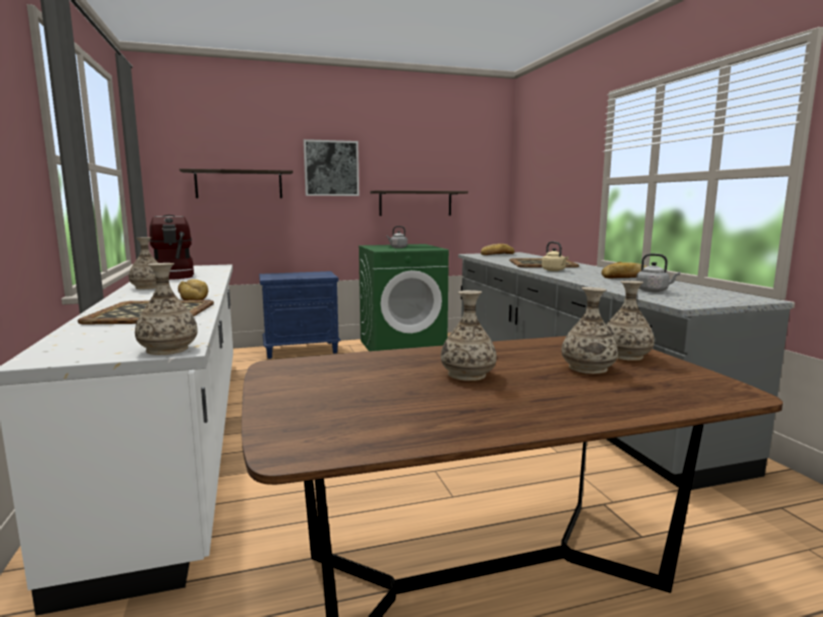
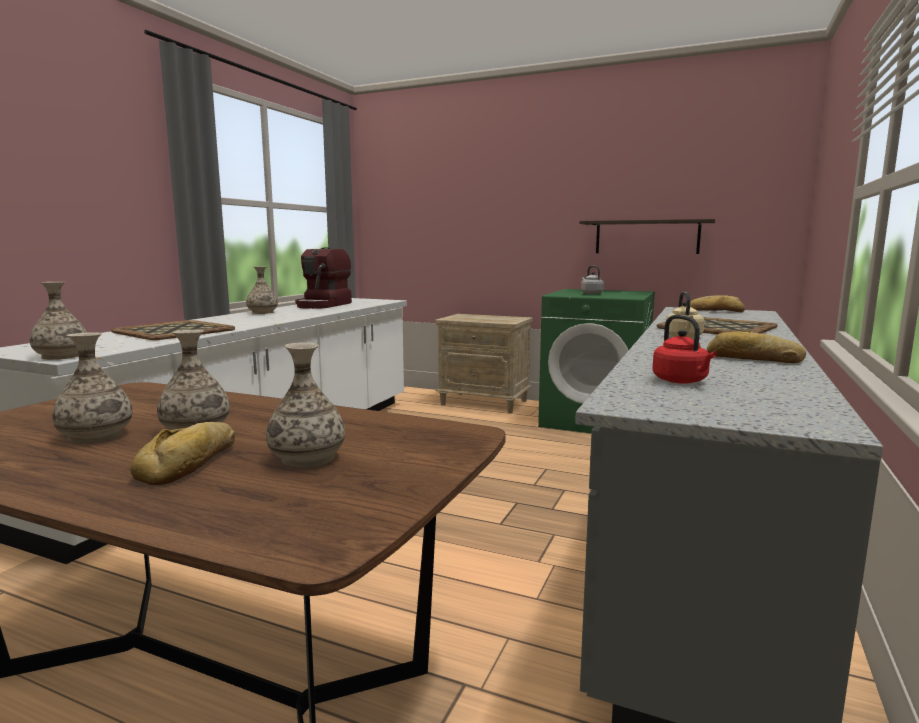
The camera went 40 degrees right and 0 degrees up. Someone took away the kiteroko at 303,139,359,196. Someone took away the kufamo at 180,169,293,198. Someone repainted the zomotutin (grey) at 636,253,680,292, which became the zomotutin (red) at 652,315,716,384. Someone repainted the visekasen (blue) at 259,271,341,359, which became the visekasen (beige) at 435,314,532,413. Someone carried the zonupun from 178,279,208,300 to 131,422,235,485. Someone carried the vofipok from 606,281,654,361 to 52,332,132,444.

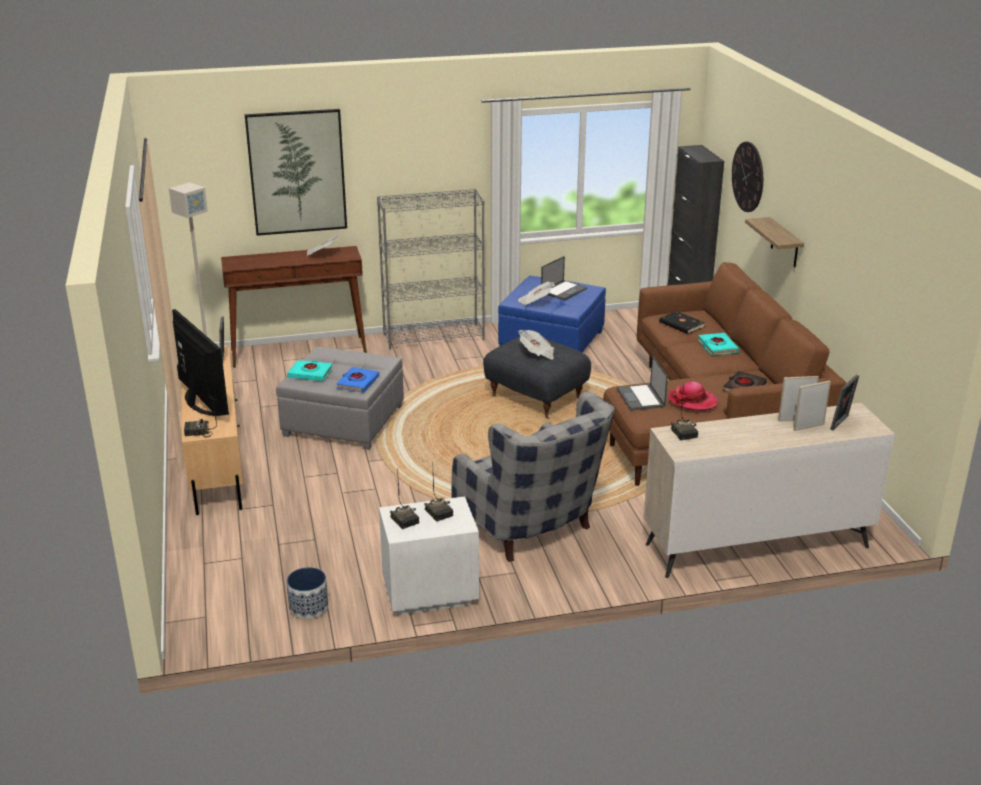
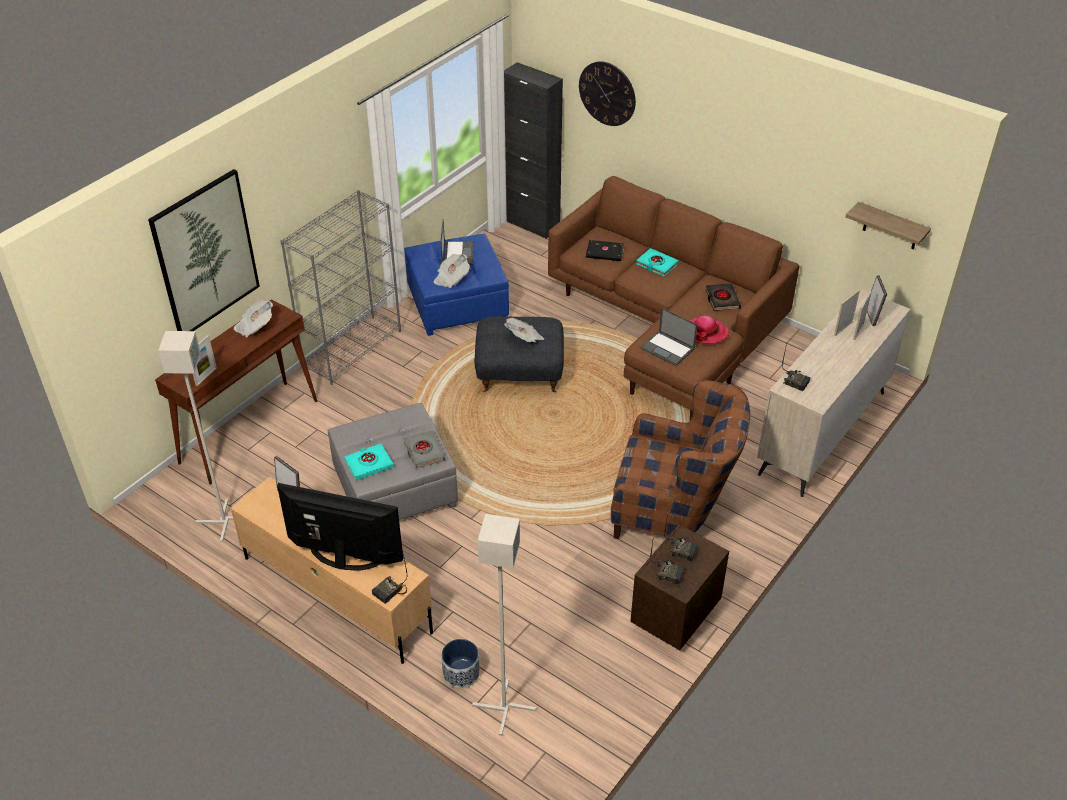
The camera went 40 degrees left and 15 degrees up. Someone carried the kufamo from 745,217,804,267 to 846,202,931,250. Someone repainted the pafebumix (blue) at 336,367,379,393, which became the pafebumix (grey) at 403,430,445,468. Someone repainted the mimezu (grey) at 451,392,614,562, which became the mimezu (brown) at 611,380,751,539. Someone repainted the visekasen (white) at 379,496,479,615, which became the visekasen (brown) at 630,524,729,650. Someone carried the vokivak from 286,567,328,619 to 441,639,480,688. Someone put down the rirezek at 193,335,217,386. Someone put down the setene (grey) at 472,514,536,736.

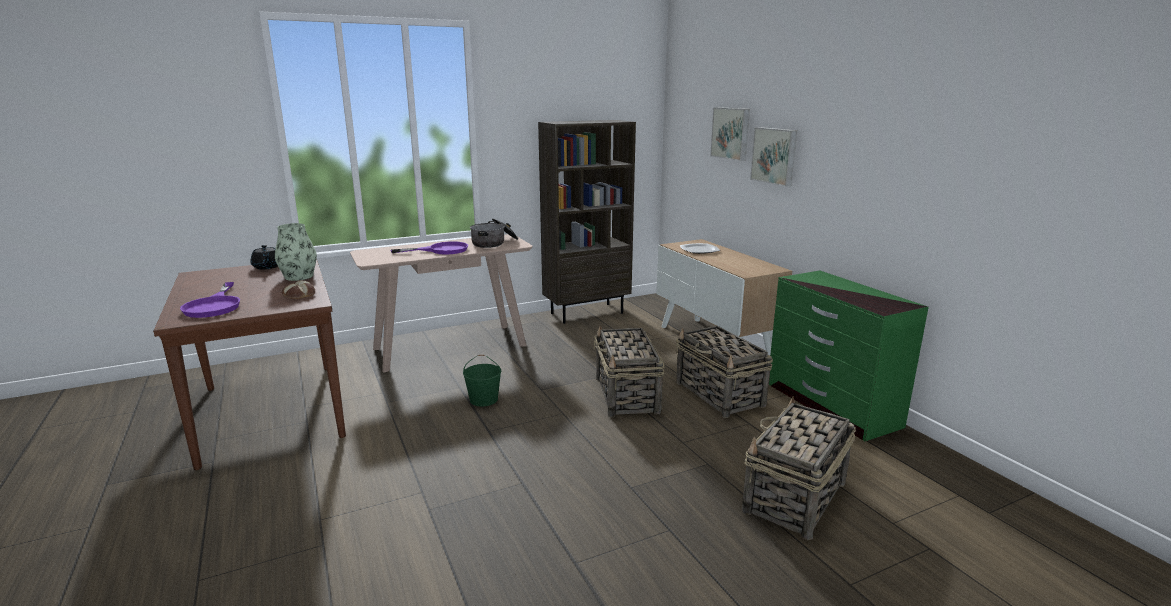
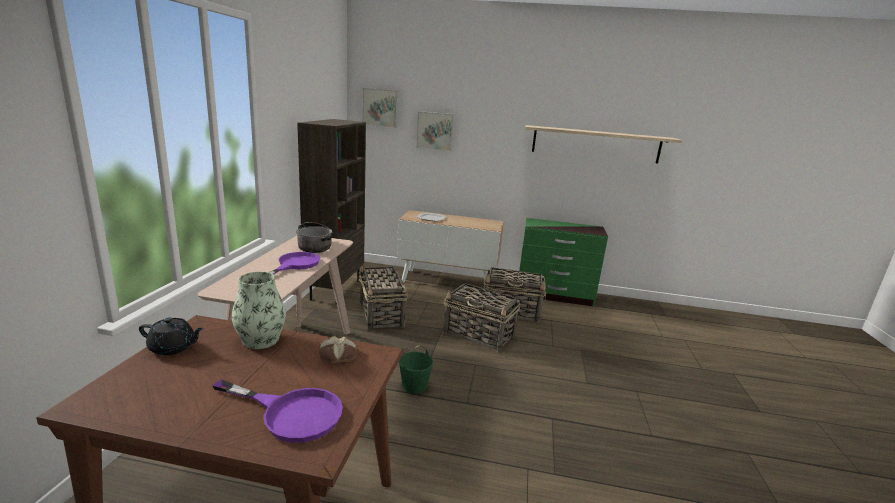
The camera went 55 degrees left and 0 degrees up. Someone carried the kiteroko from 750,127,797,187 to 362,88,398,128. Someone carried the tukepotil from 742,396,856,540 to 358,264,408,330. Someone put up the kufamo at 525,125,682,163.

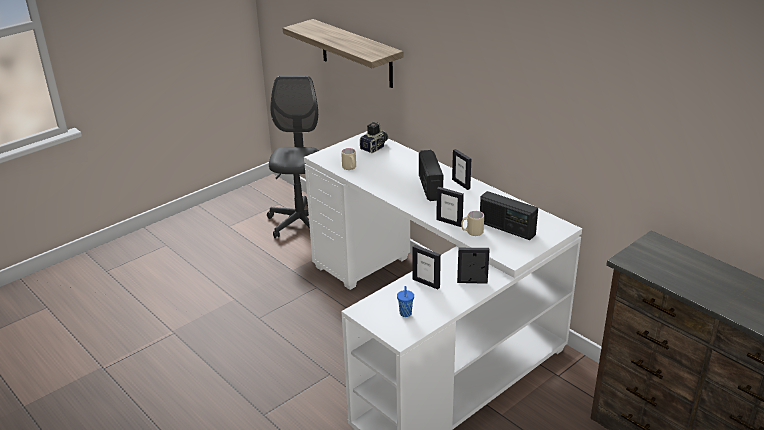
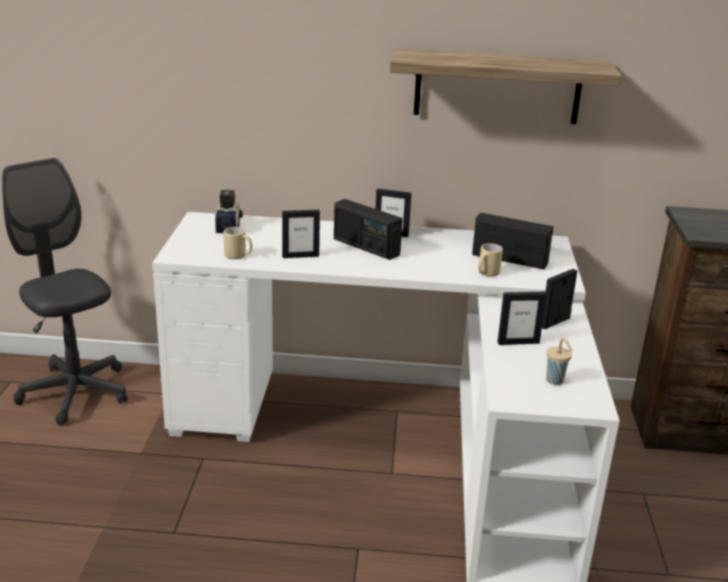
The camera went 45 degrees left and 5 degrees down. Someone carried the kufamo from 283,19,403,88 to 390,49,622,124. Someone carried the rirezek from 436,187,464,227 to 282,210,320,258. Someone rotated the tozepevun at 480,191,538,240 by 150 degrees counterclockwise. Someone repainted the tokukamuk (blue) at 397,286,414,317, which became the tokukamuk (beige) at 546,338,573,385.

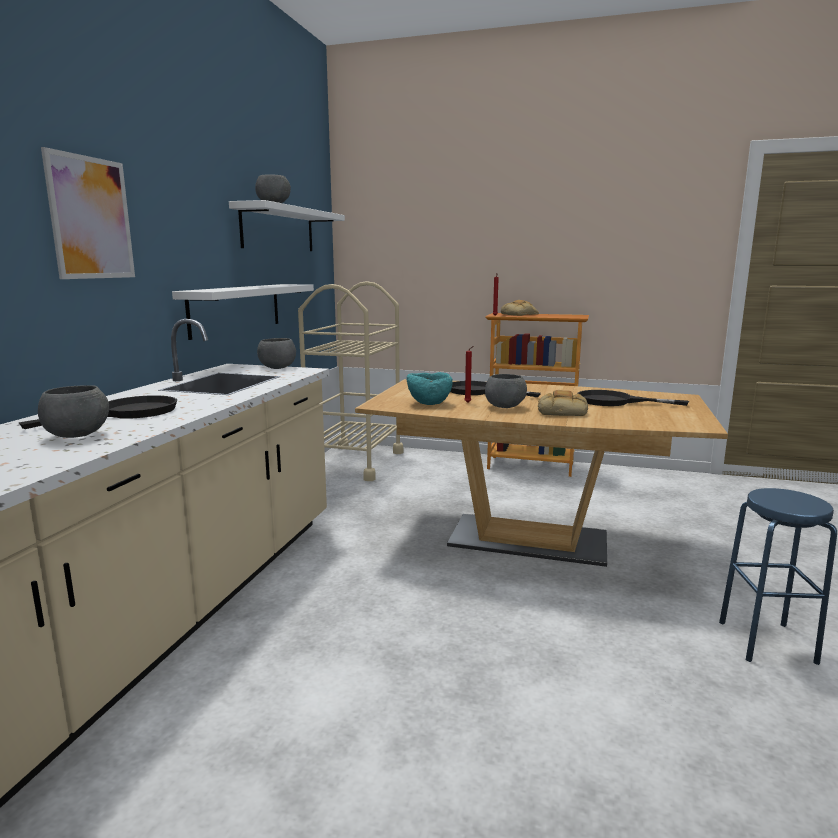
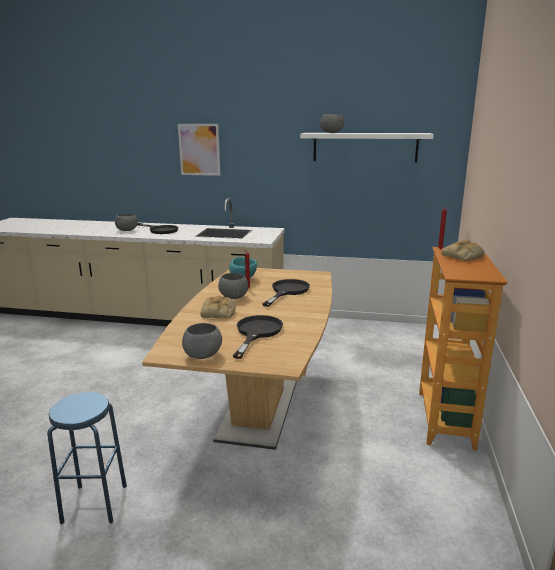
The camera went 85 degrees right and 5 degrees up. Someone took away the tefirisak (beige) at 298,281,403,481. Someone took away the kufamo (white) at 172,284,314,340. Someone carried the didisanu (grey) from 257,338,296,369 to 182,323,222,359.

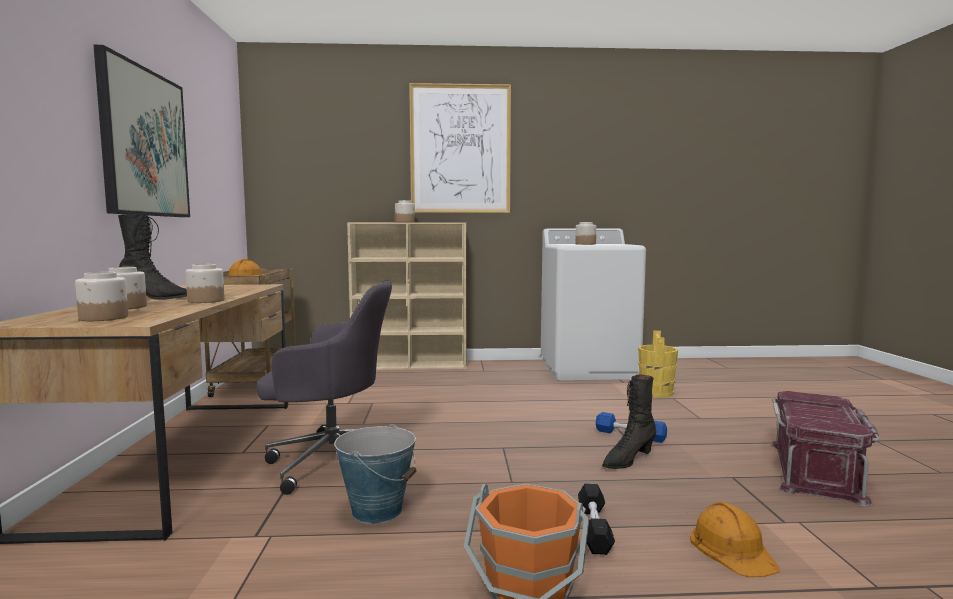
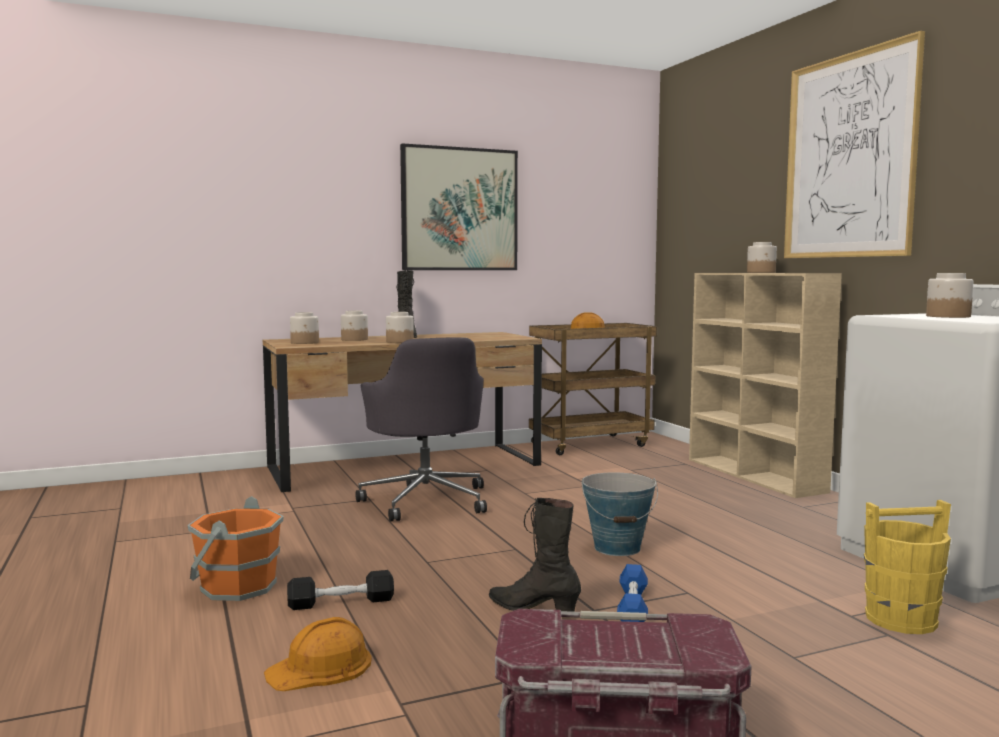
The camera went 70 degrees right and 0 degrees up. Someone carried the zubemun from 334,424,416,524 to 581,473,658,556.

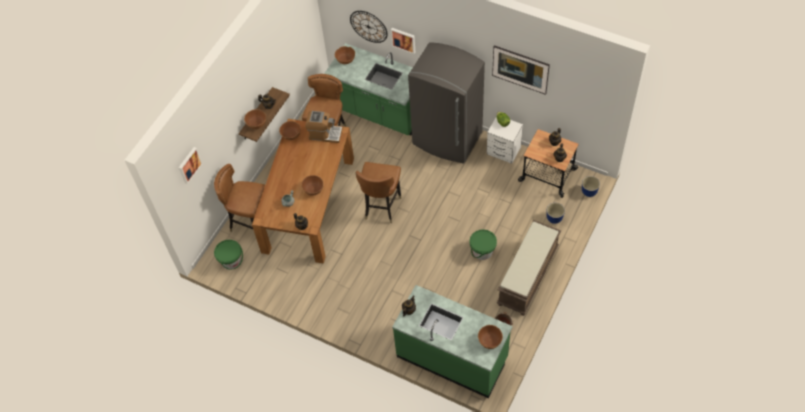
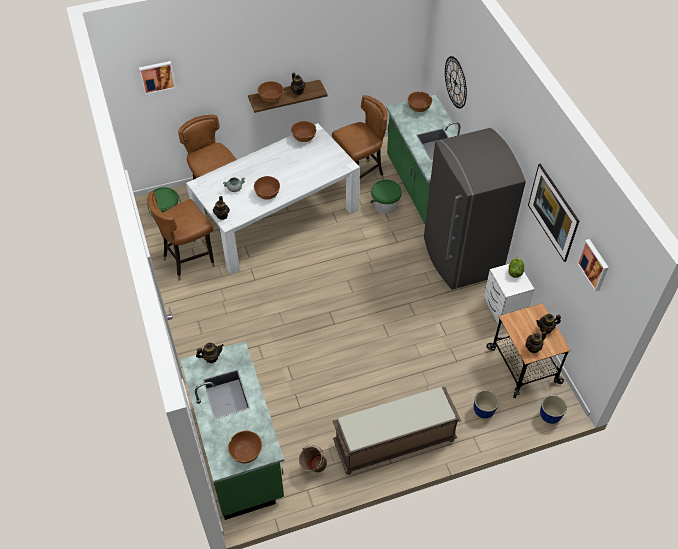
The camera went 40 degrees right and 5 degrees down. Someone carried the kiteroko from 391,28,415,54 to 577,239,609,292. Someone took away the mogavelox at 305,111,343,143. Someone repainted the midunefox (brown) at 252,119,354,264, which became the midunefox (white) at 186,123,360,275. Someone carried the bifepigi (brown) from 356,162,401,223 to 148,191,215,281. Someone carried the zubemun (green) from 470,229,497,260 to 370,180,402,214.

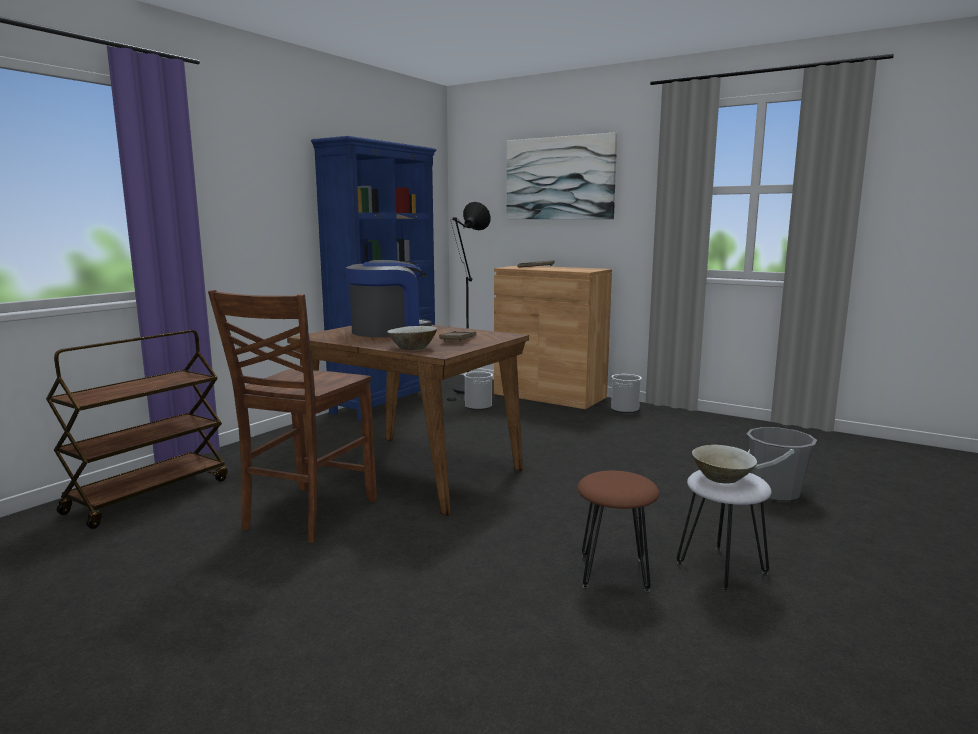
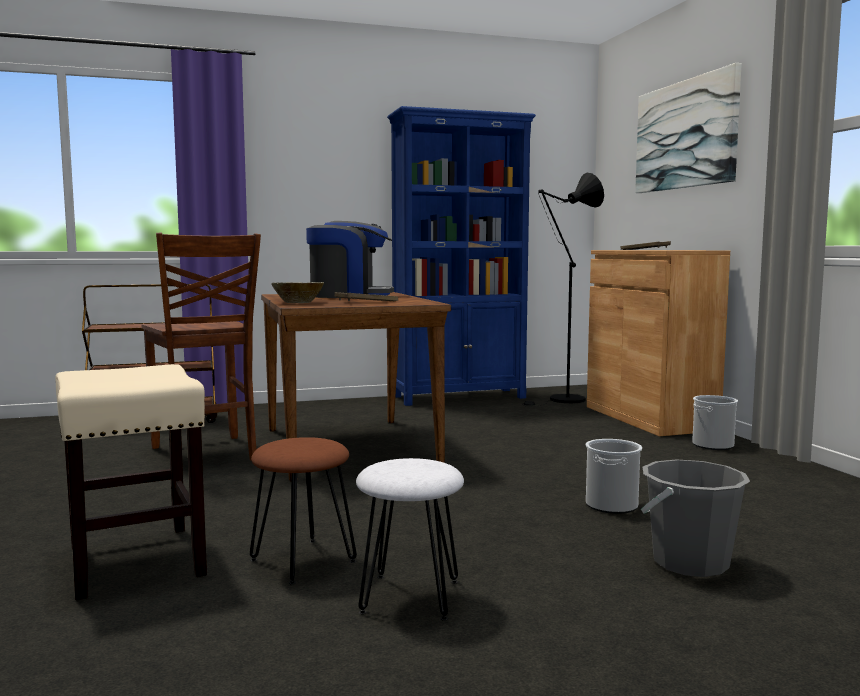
The camera went 40 degrees right and 5 degrees down. Someone rotated the bifepigi (brown) at 208,290,377,543 by 90 degrees counterclockwise. Someone carried the zubemun from 464,371,493,410 to 586,439,642,514. Someone took away the didisanu (beige) at 692,445,757,484. Someone put down the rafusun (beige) at 55,364,207,600.

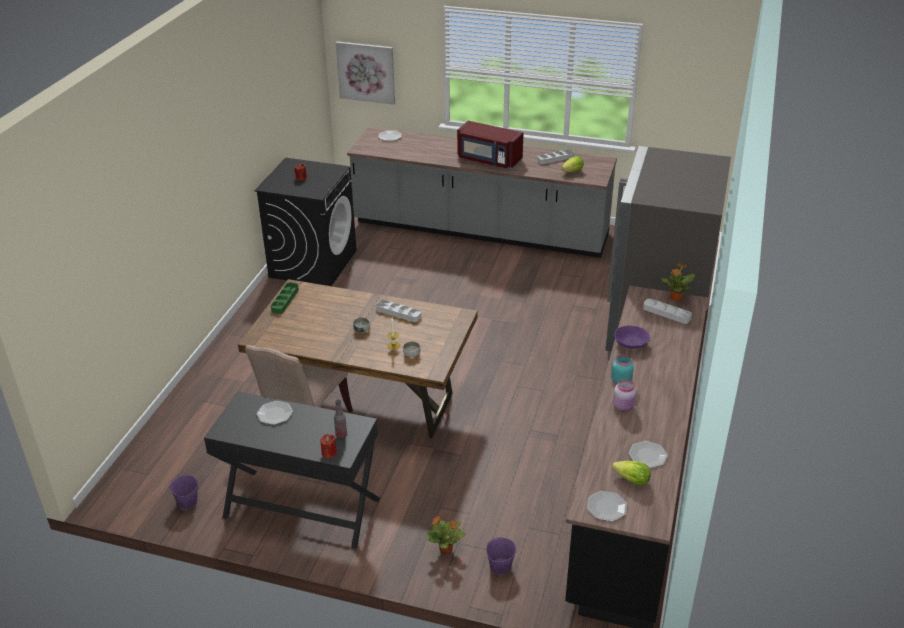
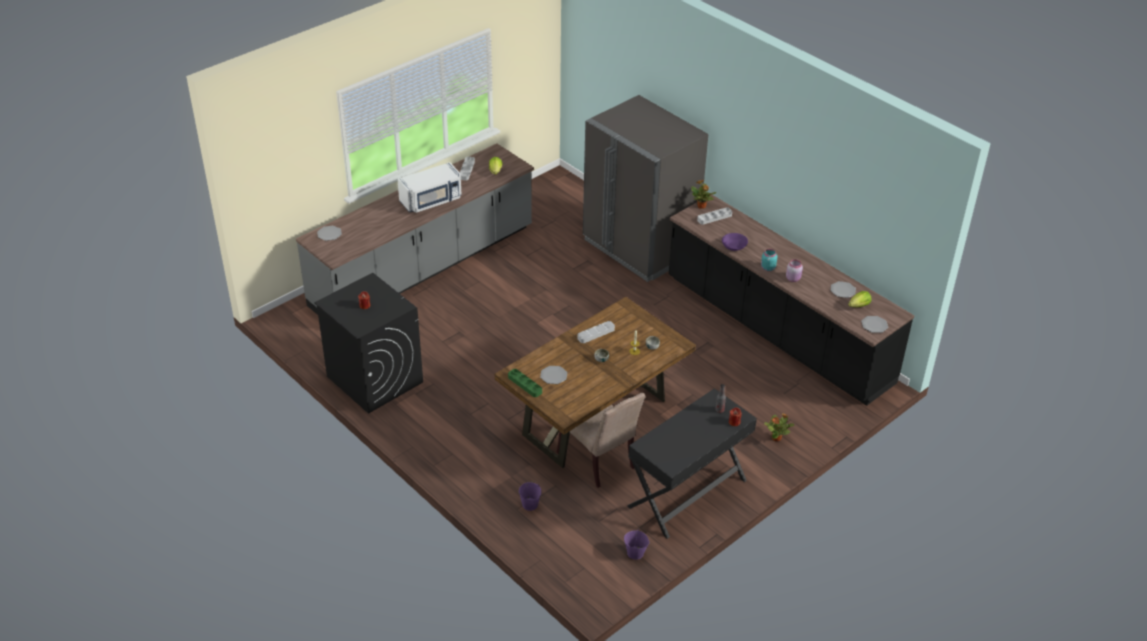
The camera went 60 degrees left and 5 degrees up. Someone took away the kiteroko at 336,41,395,105. Someone repainted the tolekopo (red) at 457,121,524,168, which became the tolekopo (white) at 397,162,462,213. Someone carried the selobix from 257,401,293,425 to 540,366,567,384. Someone carried the zubemun (purple) from 486,537,516,575 to 519,481,541,511.

